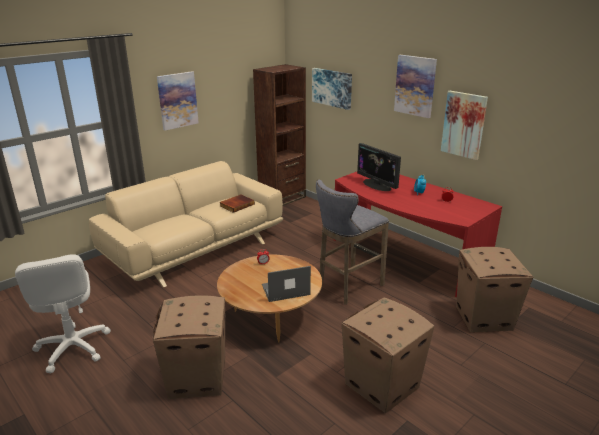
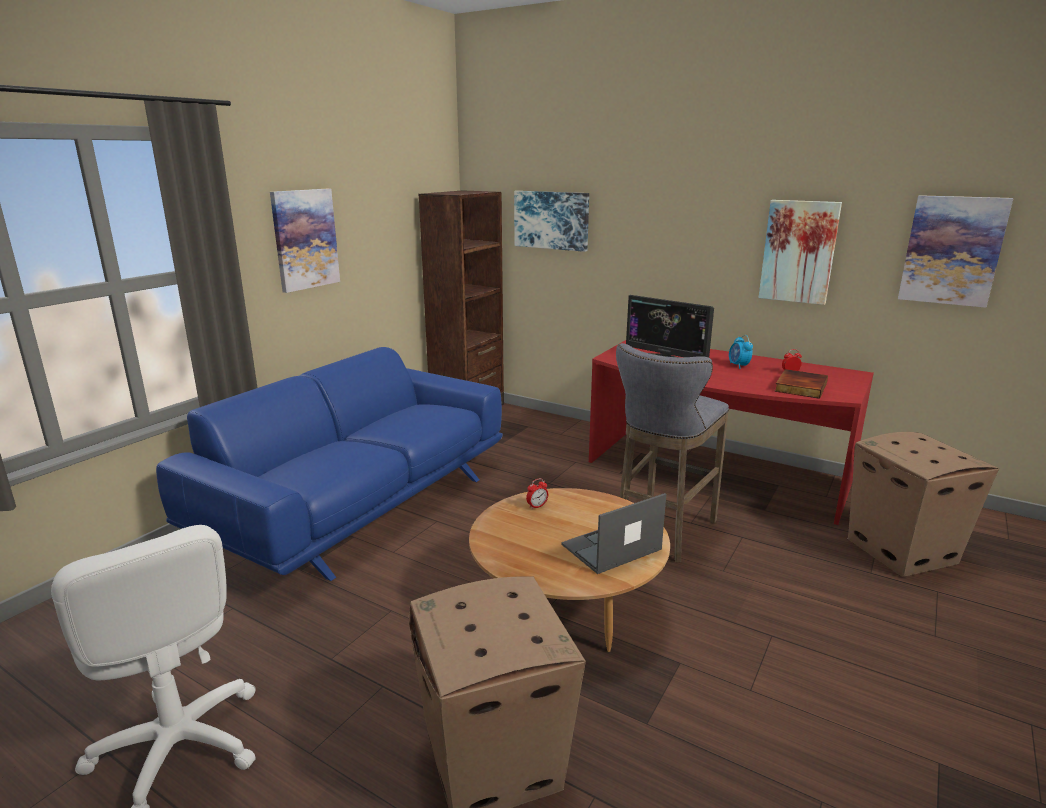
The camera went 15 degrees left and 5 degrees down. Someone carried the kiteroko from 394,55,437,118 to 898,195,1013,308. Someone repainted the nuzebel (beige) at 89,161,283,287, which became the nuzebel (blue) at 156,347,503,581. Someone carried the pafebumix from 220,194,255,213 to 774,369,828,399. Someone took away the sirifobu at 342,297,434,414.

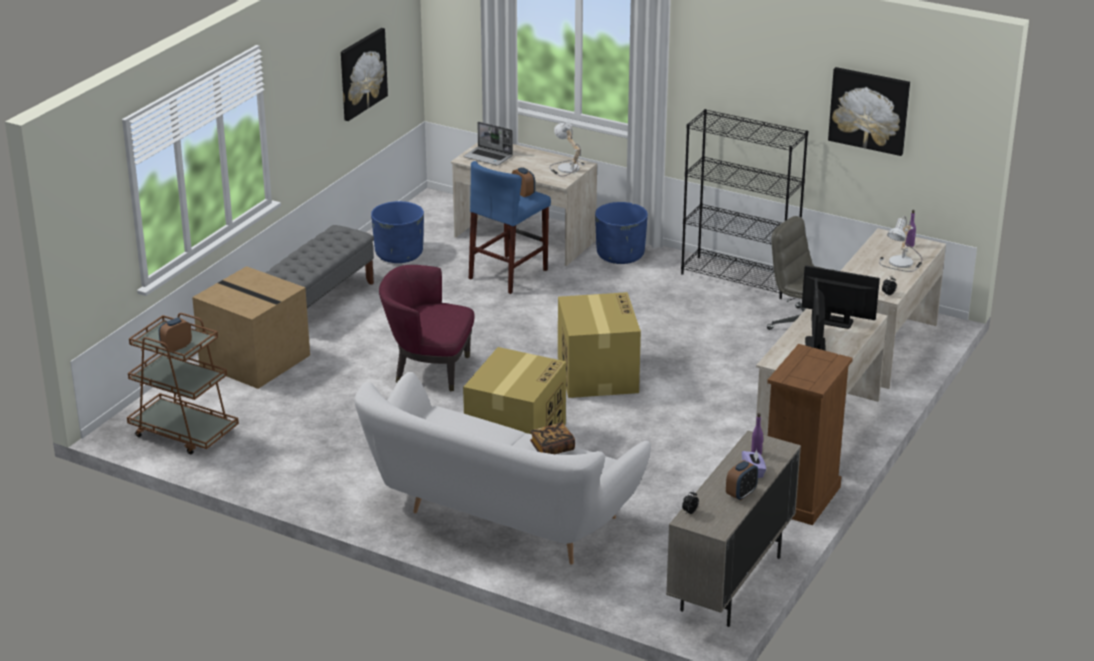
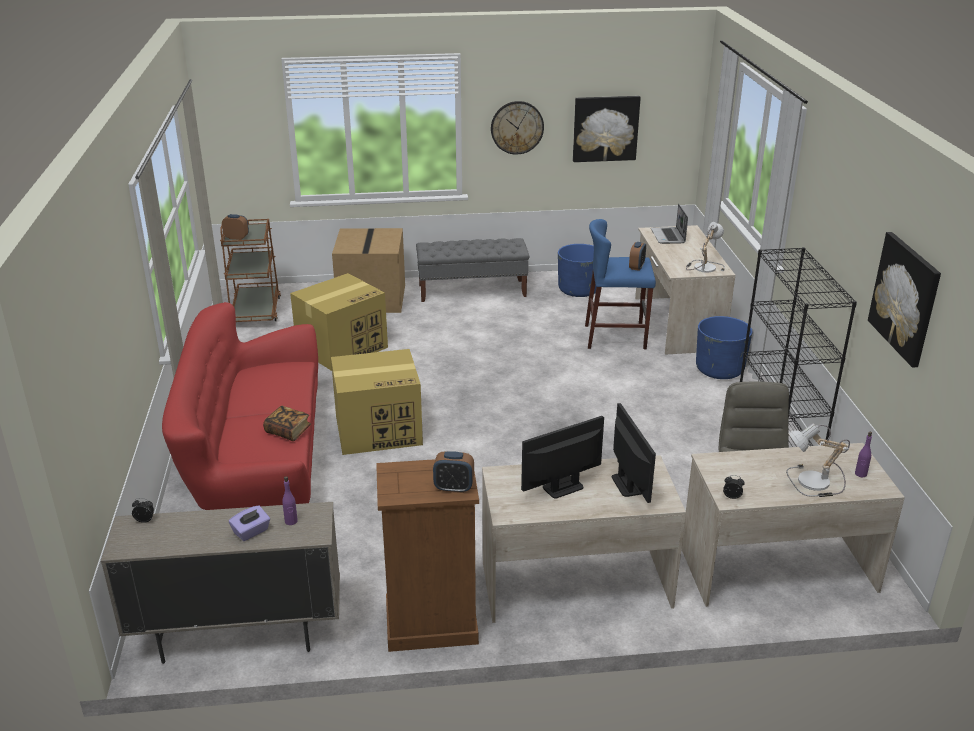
The camera went 55 degrees right and 0 degrees up. Someone took away the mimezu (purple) at 379,265,475,391. Someone carried the sirifobu from 558,292,641,398 to 290,273,388,371. Someone repainted the nuzebel (white) at 354,372,651,565, which became the nuzebel (red) at 162,302,318,510. Someone carried the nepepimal from 726,460,758,501 to 433,451,474,493. Someone put up the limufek at 491,101,544,155.

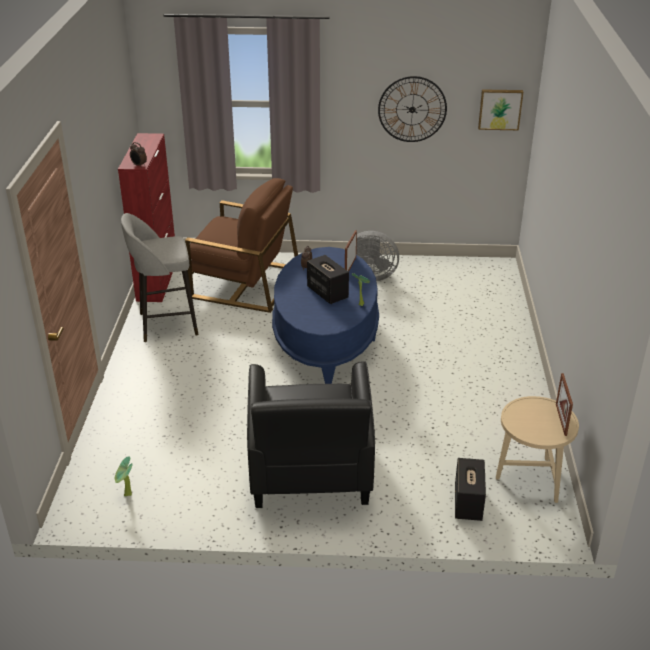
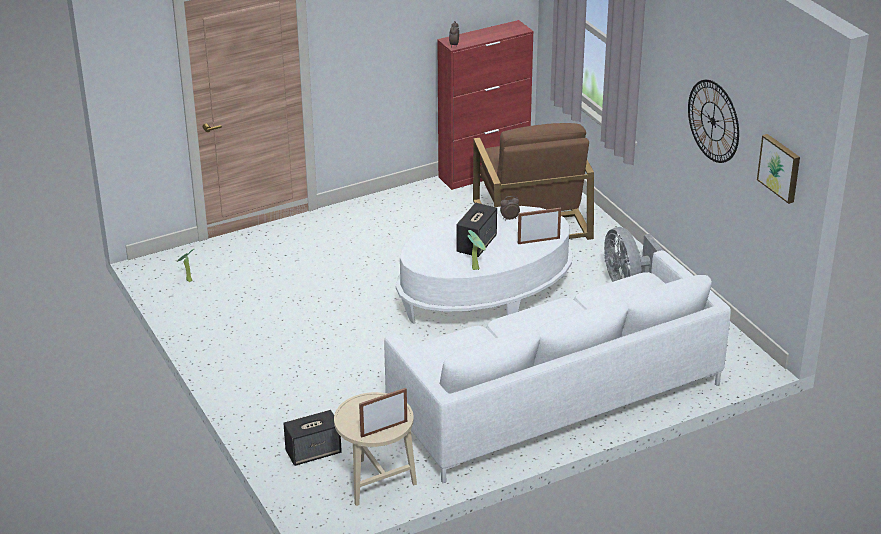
The camera went 60 degrees right and 0 degrees up. Someone took away the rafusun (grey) at 121,213,199,342. Someone repainted the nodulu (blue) at 272,247,379,384, which became the nodulu (white) at 396,206,573,324. Someone took away the mimezu (black) at 247,361,375,508. Someone put down the nuzebel (white) at 384,250,731,483.

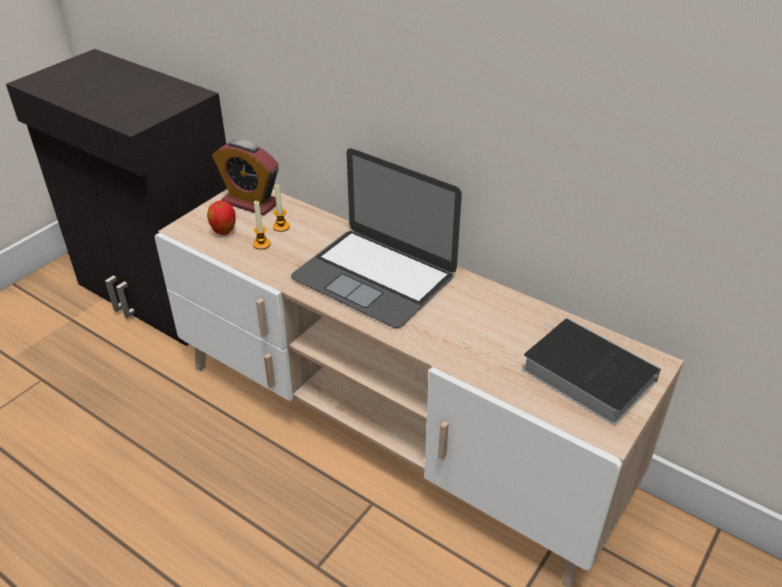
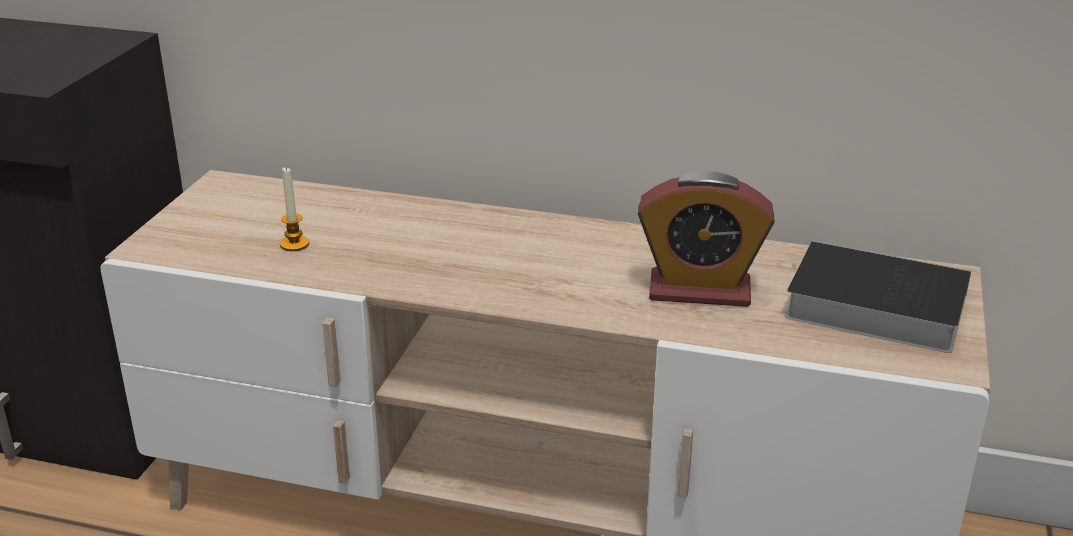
The camera went 20 degrees left and 10 degrees down. Someone carried the nepepimal from 212,140,279,216 to 638,171,775,307. Someone took away the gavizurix at 291,148,462,328. Someone took away the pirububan at 273,184,290,232. Someone took away the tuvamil at 207,200,236,235.

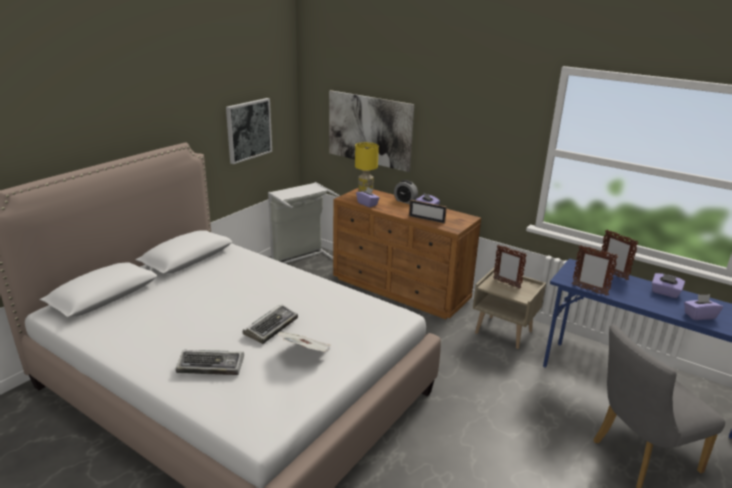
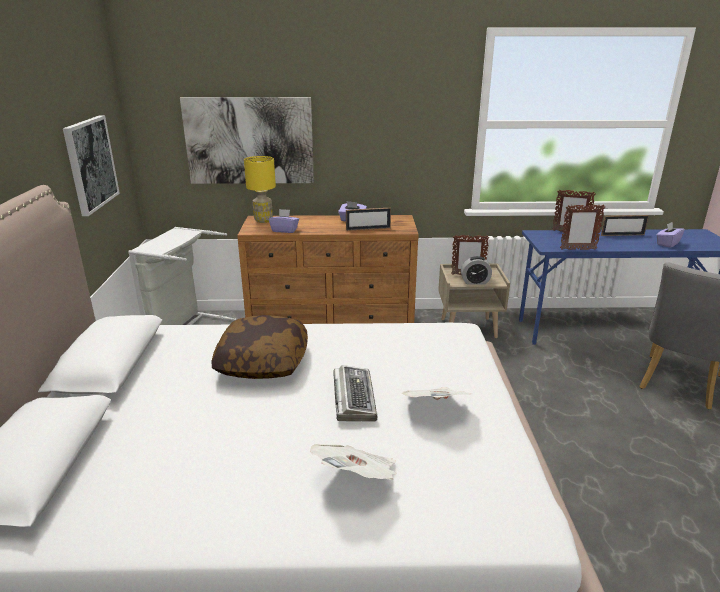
The camera went 35 degrees left and 0 degrees up. Someone carried the nepepimal from 394,180,418,204 to 461,256,492,285. Someone swapped the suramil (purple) at 652,273,685,298 for the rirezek at 601,215,649,236. Someone swapped the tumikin at 176,349,244,375 for the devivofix at 310,444,397,480. Someone put down the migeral at 211,315,308,379.

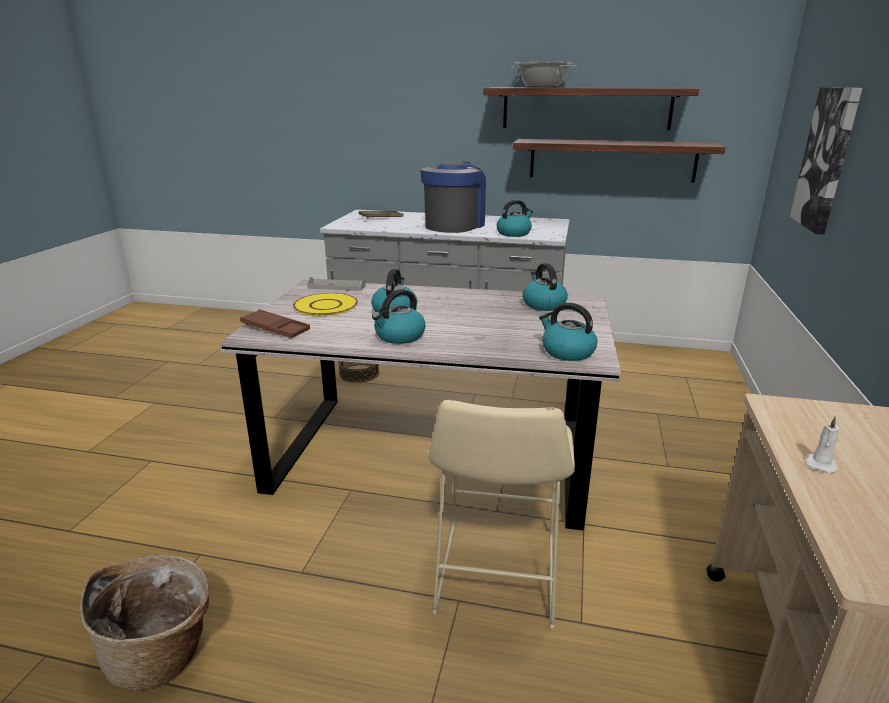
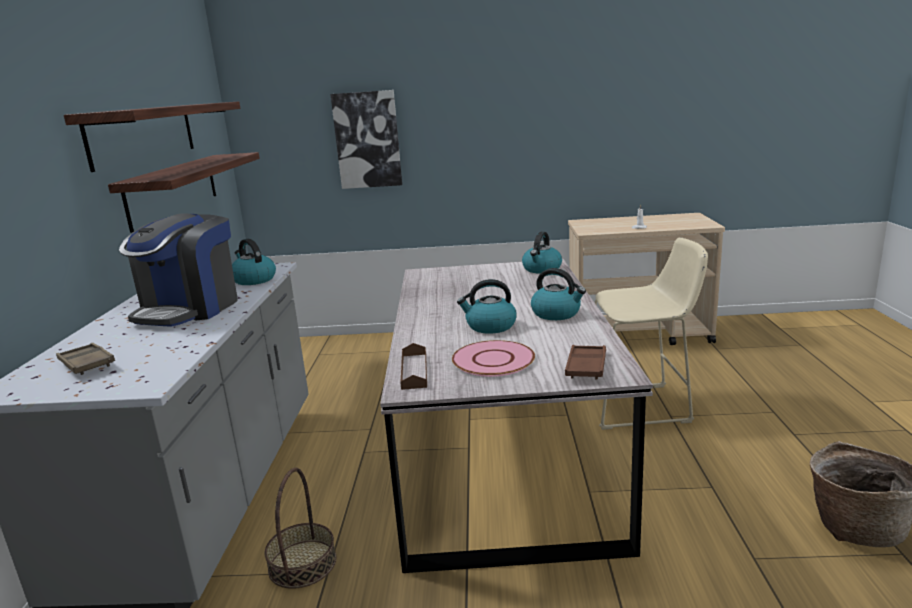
The camera went 100 degrees left and 5 degrees down. Someone took away the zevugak at 510,62,578,87. Someone rotated the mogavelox at 420,162,486,233 by 90 degrees counterclockwise. Someone took away the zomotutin at 523,263,568,311. Someone repainted the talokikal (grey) at 307,277,366,291, which became the talokikal (brown) at 400,343,427,390. Someone repainted the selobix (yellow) at 293,293,358,316, which became the selobix (pink) at 452,340,535,377.

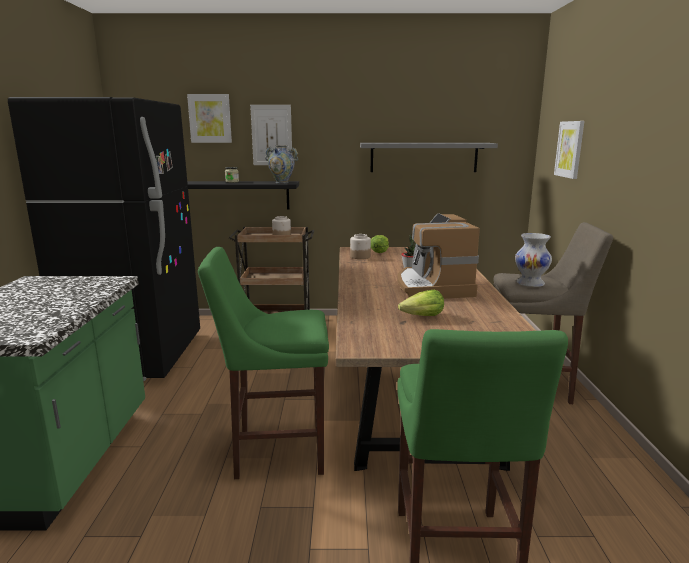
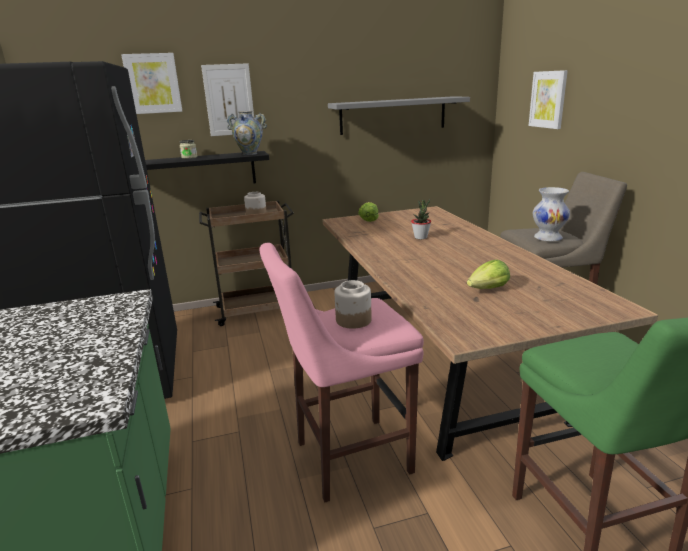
The camera went 15 degrees left and 5 degrees up. Someone took away the mogavelox at 397,213,480,299. Someone carried the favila from 350,234,371,259 to 334,280,372,329. Someone repainted the rafusun (green) at 198,247,329,479, which became the rafusun (pink) at 259,243,424,502.

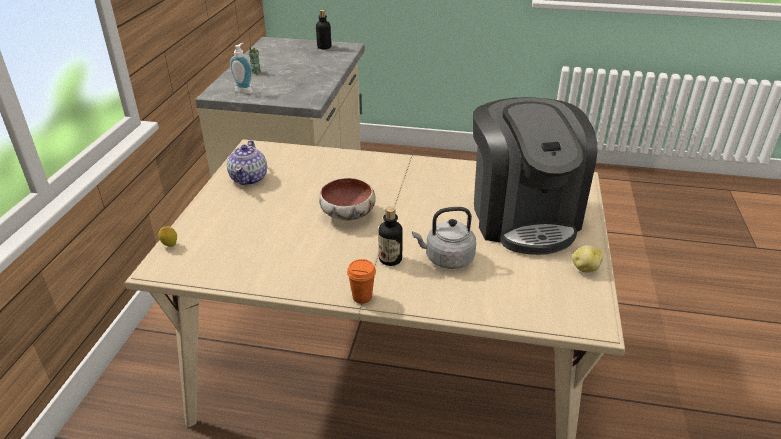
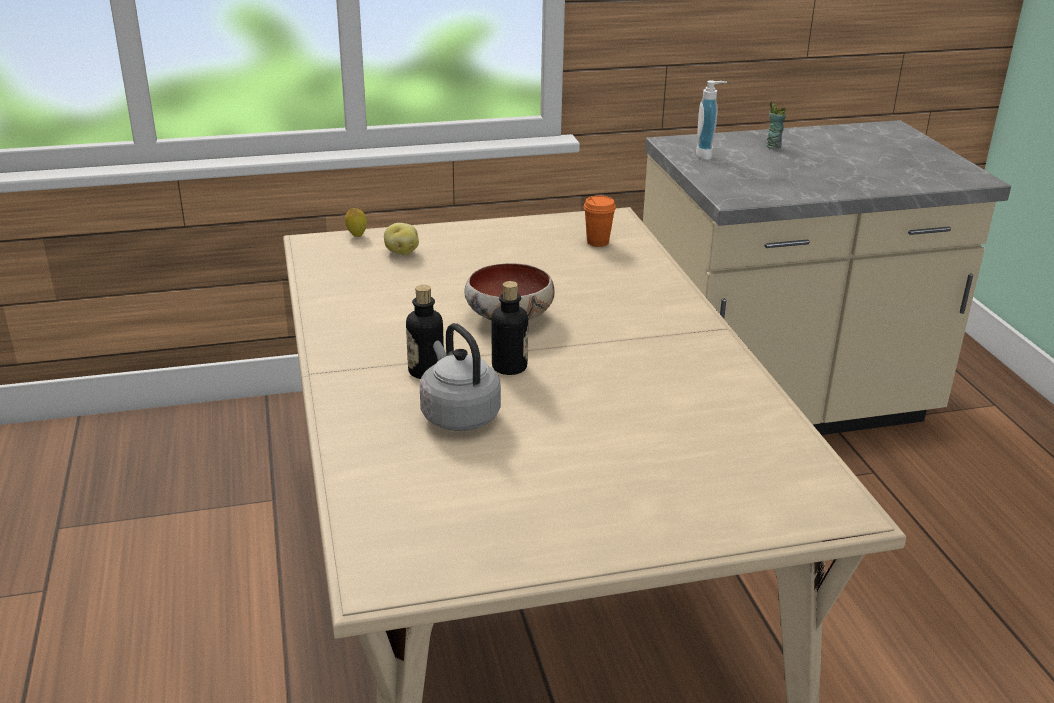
The camera went 65 degrees right and 5 degrees down. Someone carried the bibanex from 316,10,332,50 to 492,281,528,375. Someone took away the mogavelox at 473,97,598,255. Someone took away the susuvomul at 227,140,267,185. Someone carried the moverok from 572,245,603,273 to 384,223,419,255. Someone carried the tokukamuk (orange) from 347,259,376,304 to 584,196,616,247.

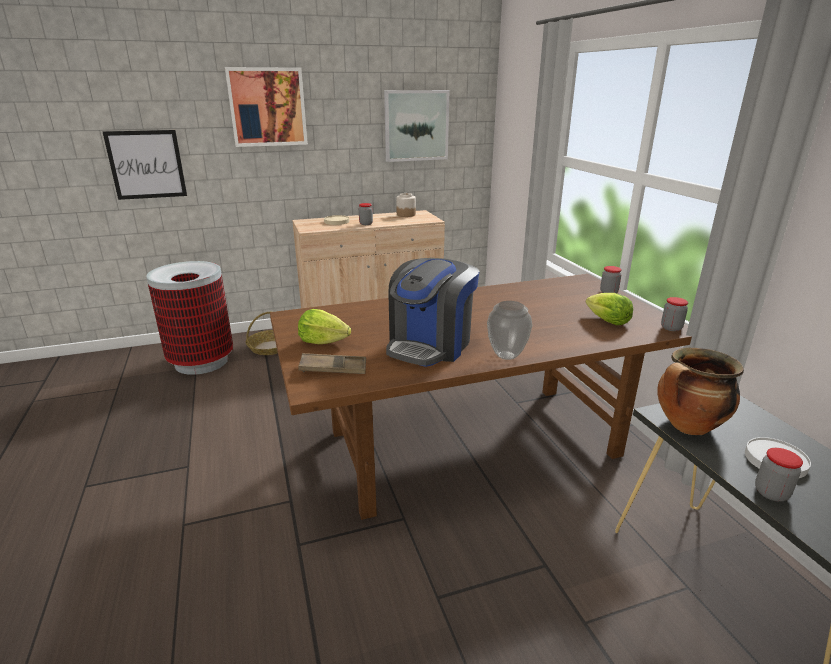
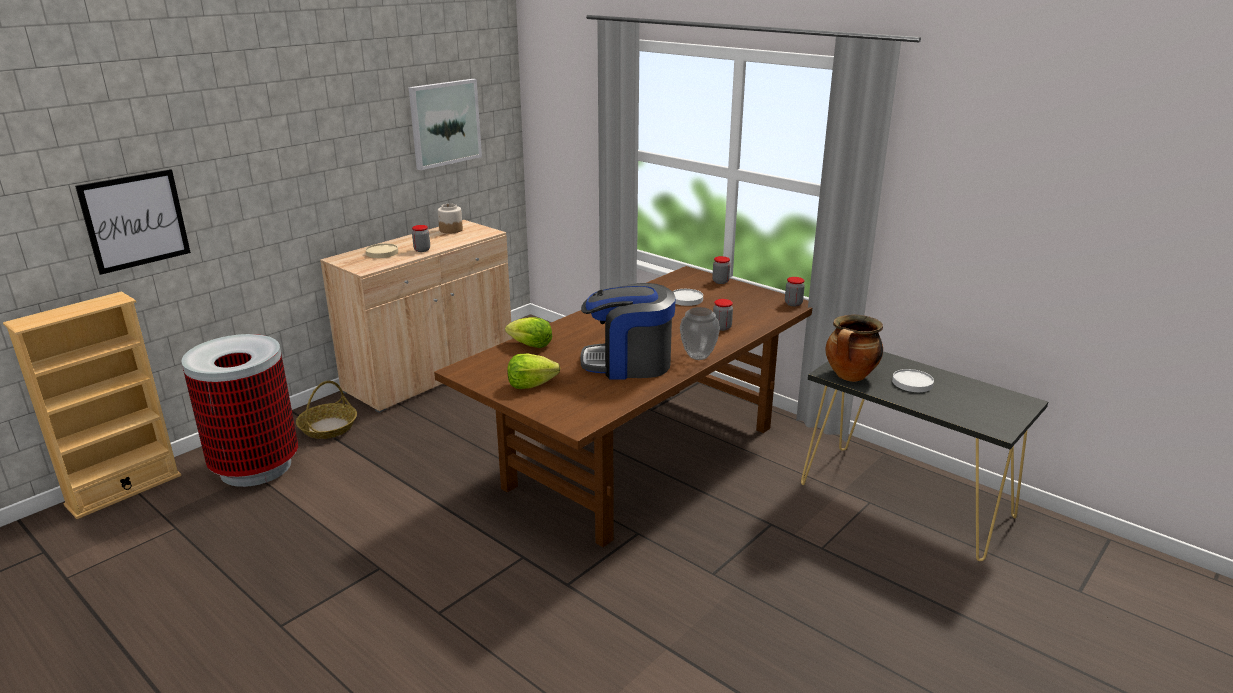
The camera went 30 degrees left and 0 degrees up. Someone took away the kiteroko at 225,67,308,147. Someone rotated the mogavelox at 386,258,479,367 by 90 degrees clockwise. Someone carried the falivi from 585,293,633,325 to 505,317,552,348. Someone took away the talokikal (brown) at 298,353,366,374. Someone carried the favila from 755,448,803,501 to 713,299,733,331. Someone put down the selobix (white) at 672,289,703,306. Someone put down the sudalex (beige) at 3,292,181,519.

